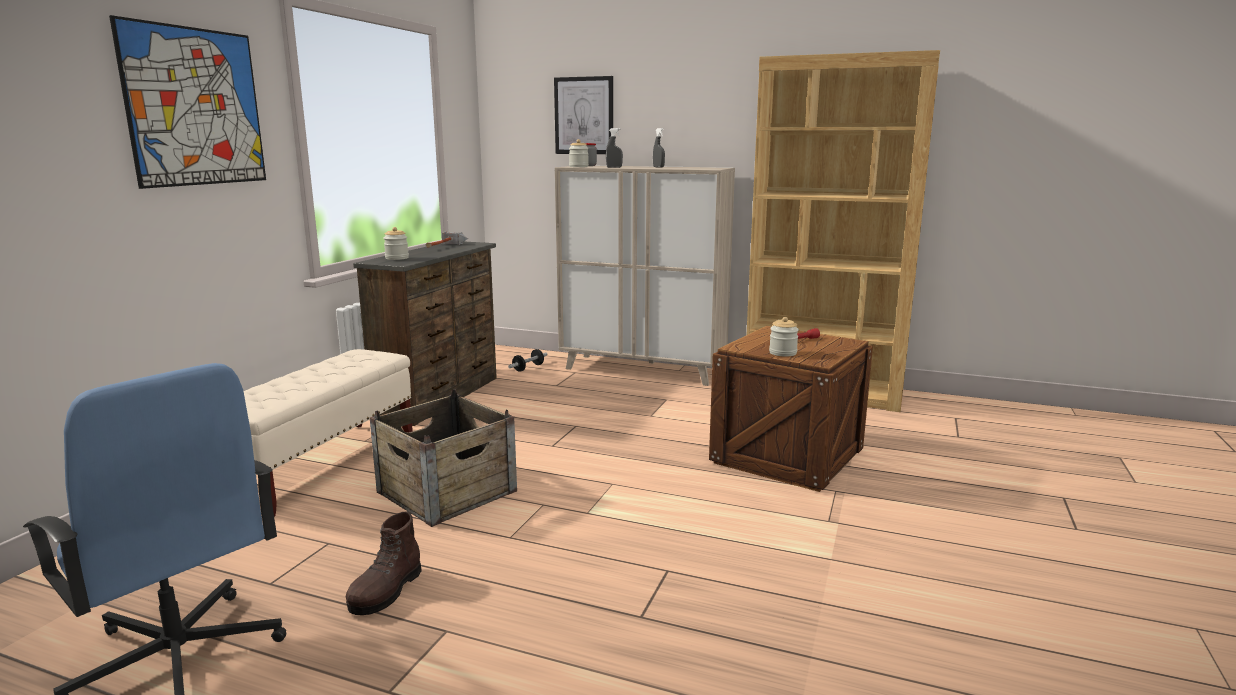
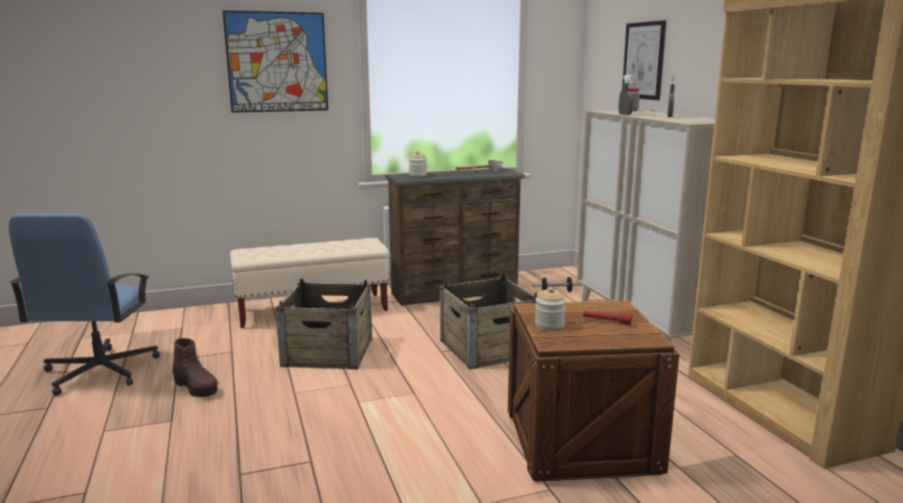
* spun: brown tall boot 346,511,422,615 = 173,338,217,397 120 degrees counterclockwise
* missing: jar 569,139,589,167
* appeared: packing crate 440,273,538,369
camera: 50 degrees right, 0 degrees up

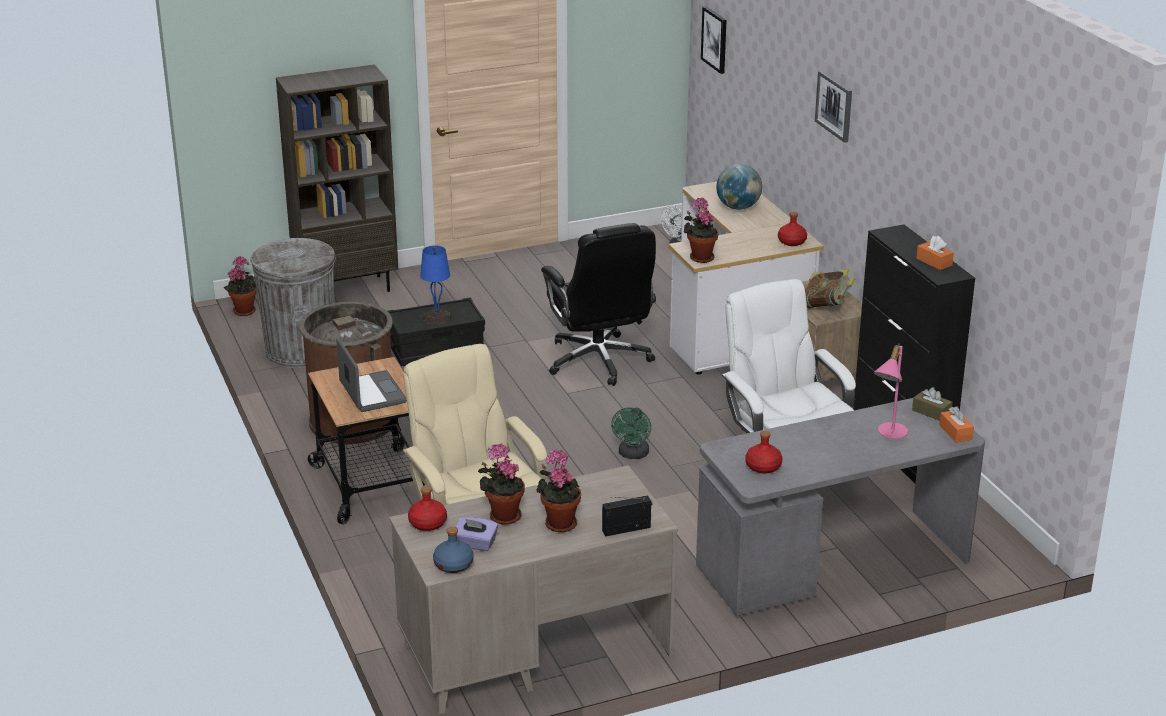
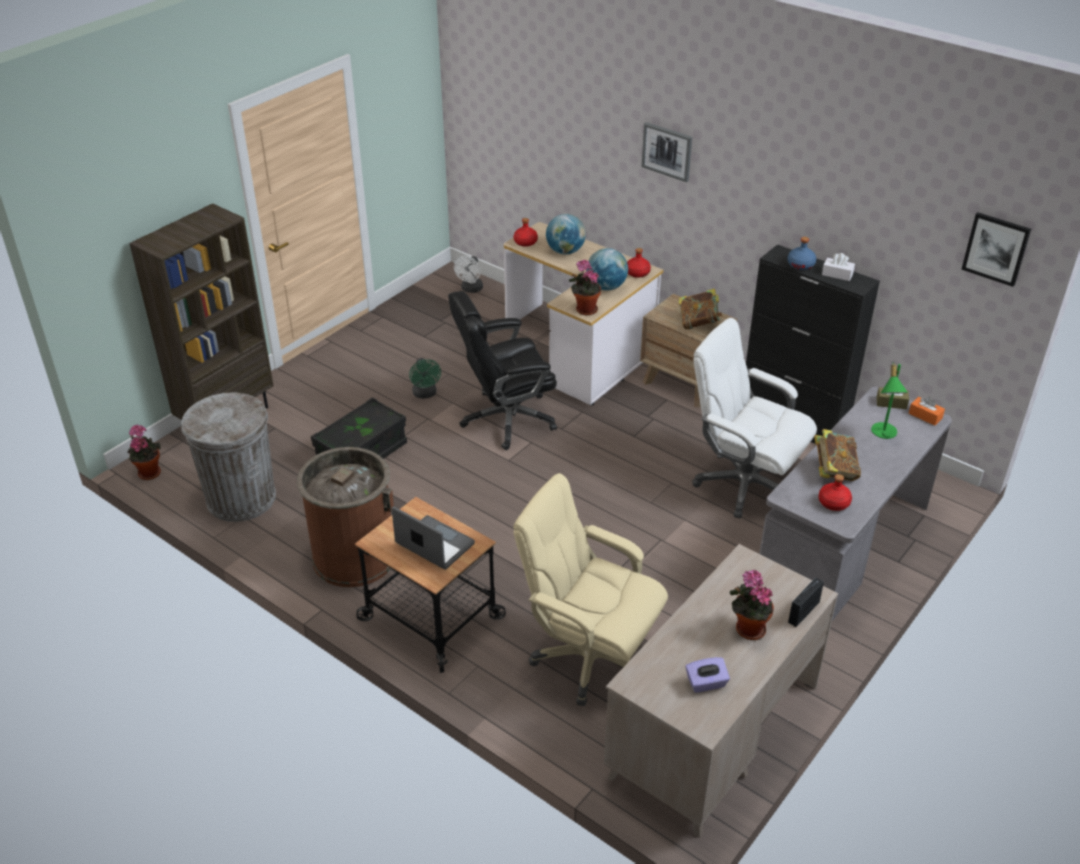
* relocated: red drink bottle 408,486,447,531 to 514,218,538,247
* missing: bluish lamp for a table 420,246,451,324
* relocated: bluish drink bottle 433,527,473,573 to 787,237,816,270
* missing: houseplant 478,444,525,525
* spun: black office chair 541,223,656,386 = 448,291,557,450 120 degrees clockwise
* relocated: green-coloured cooling fan 611,407,651,459 to 409,358,441,399
* relocated: picture 701,6,726,74 to 961,212,1031,287
* colour: pink-coloured lamp for a table 873,344,908,439 to green-coloured lamp for a table 871,362,908,439
* colour: orange-coloured box of tissues 916,236,954,270 to whitish box of tissues 822,253,855,281
* appeared: world globe 586,248,628,291
* appeared: volume 814,429,861,481
camera: 30 degrees left, 10 degrees up

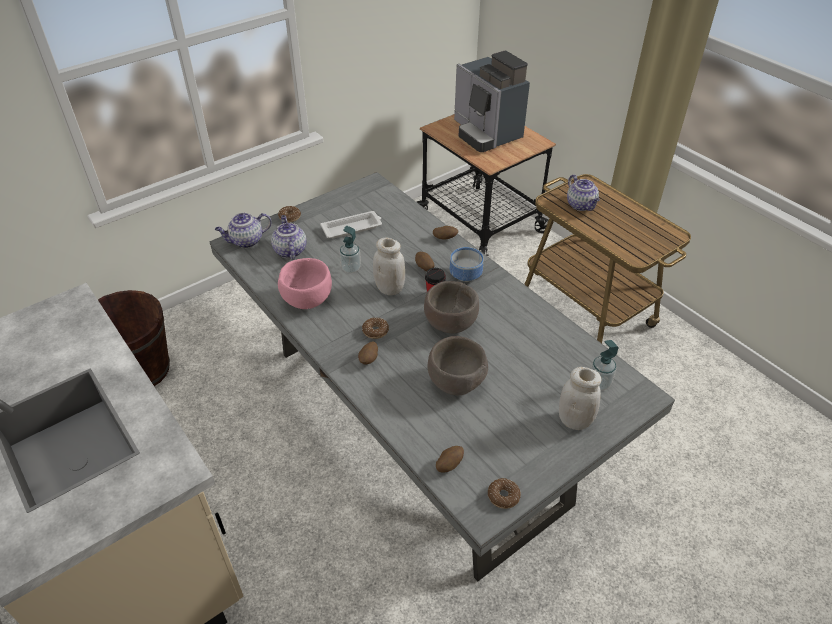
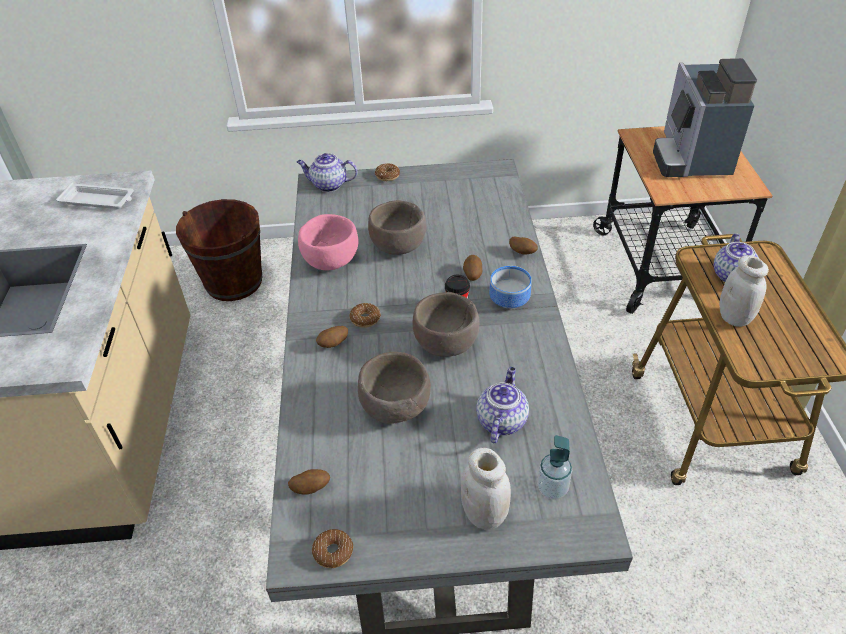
* relocated: pot for tea 271,215,307,260 to 476,367,529,443
* relocated: whitish tray 320,211,382,238 to 56,183,134,209
* exchanged: soap dispenser 339,226,361,273 to brown bowl 368,200,426,255
* relocated: whitish jar 373,237,405,295 to 719,255,769,327
camera: 35 degrees right, 0 degrees up

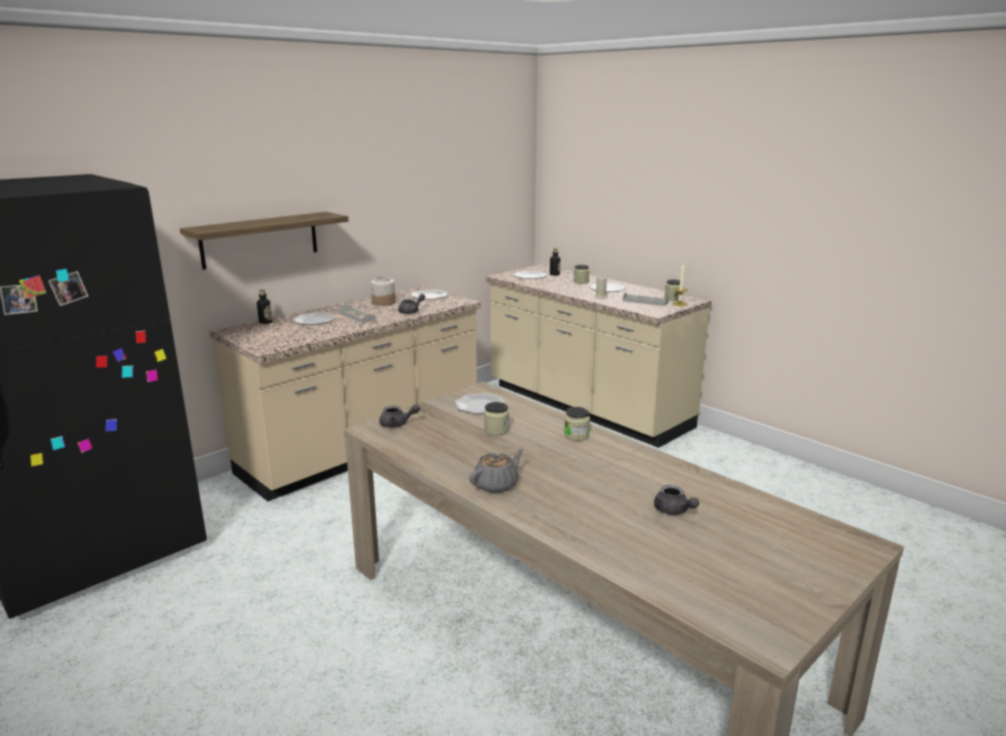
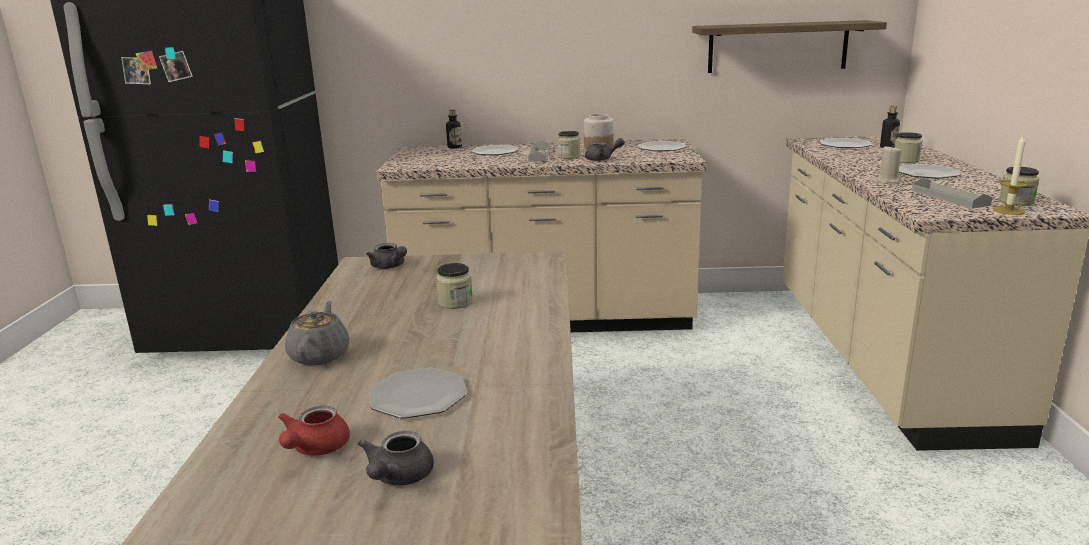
* relocated: wall shelf 180,212,348,270 to 692,20,887,73
* relocated: plate 455,393,505,414 to 369,368,467,419
* spun: gray pot for tea 469,448,524,493 = 285,301,349,366 90 degrees counterclockwise
* relocated: jar 564,407,590,441 to 557,131,580,159
* appeared: red pot for tea 278,406,350,456
camera: 45 degrees right, 0 degrees up

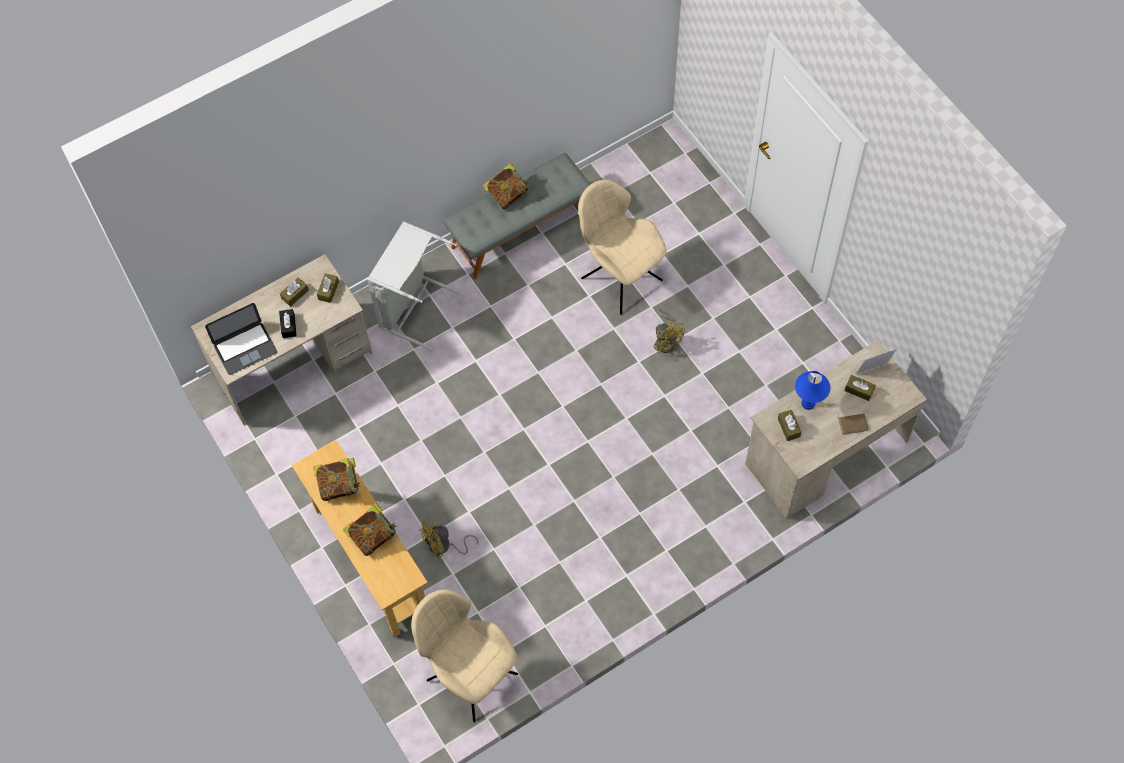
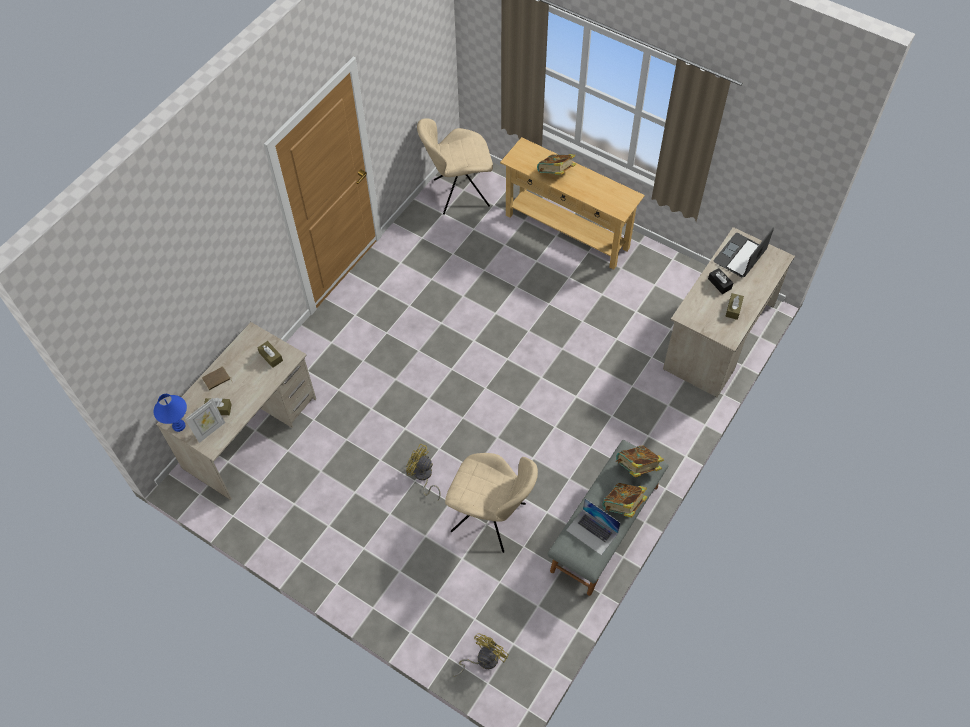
* relocated: volume 313,458,361,501 to 616,446,664,477
* missing: brown box of tissues 317,273,339,303
* missing: gray hamper 367,221,464,350
* spun: beige-coloured plain chair 411,589,518,722 = 417,118,493,215 150 degrees clockwise
* relocated: yellow cooling fan 419,520,479,557 to 452,633,509,676
* relocated: bluish lamp for a table 795,371,830,410 to 153,394,187,432
* appeared: portable computer 566,498,621,555
camera: 155 degrees right, 5 degrees down

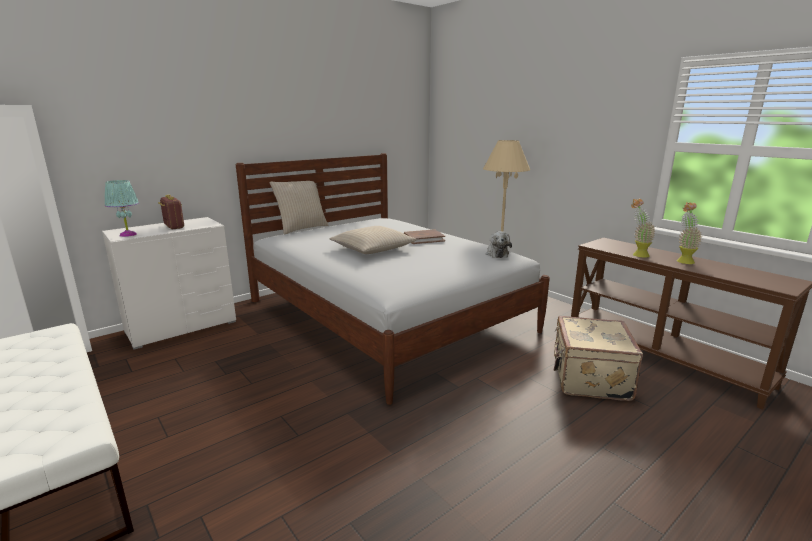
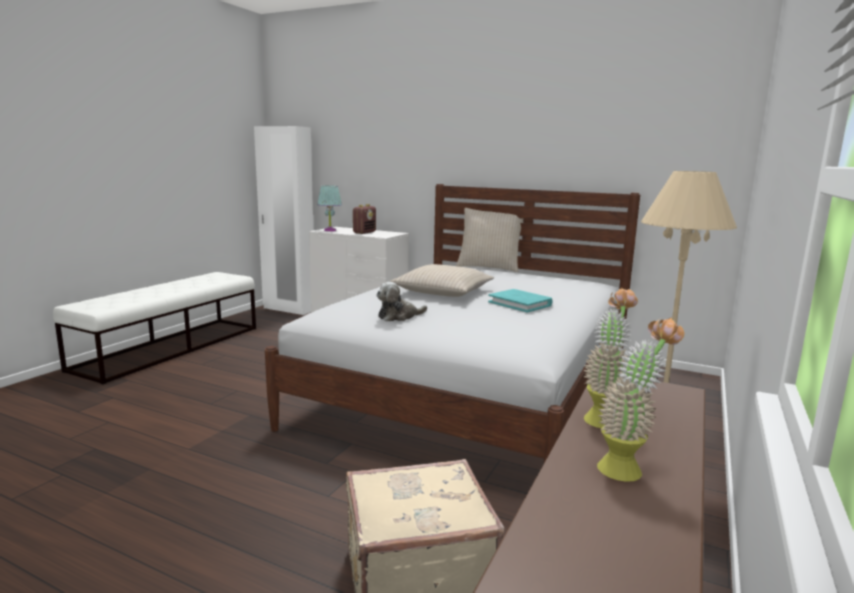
* colour: brown volume 404,229,445,244 to turquoise-coloured volume 488,289,552,312
* relocated: cuddly toy 486,231,512,258 to 376,282,427,322
camera: 65 degrees right, 5 degrees down

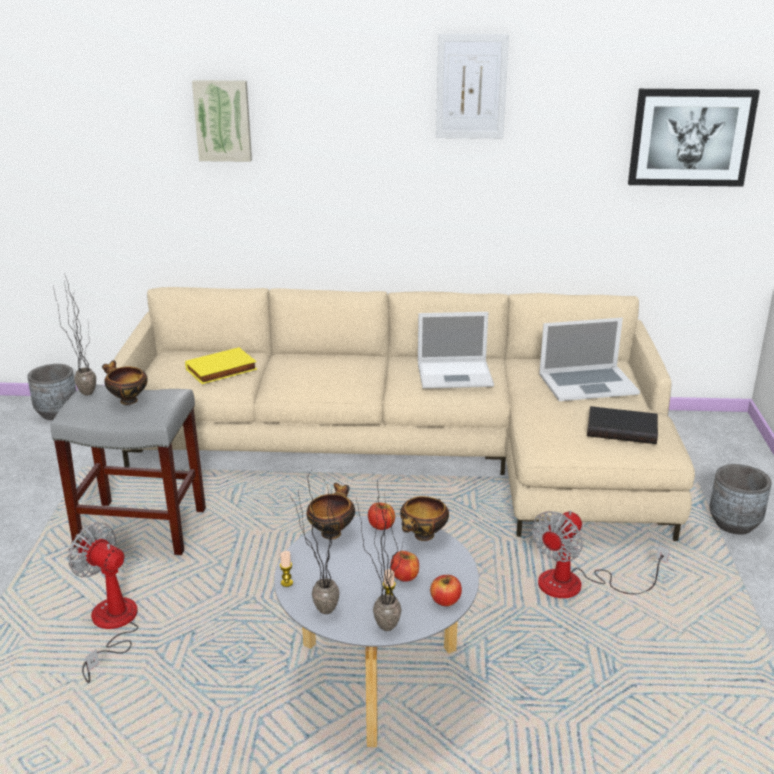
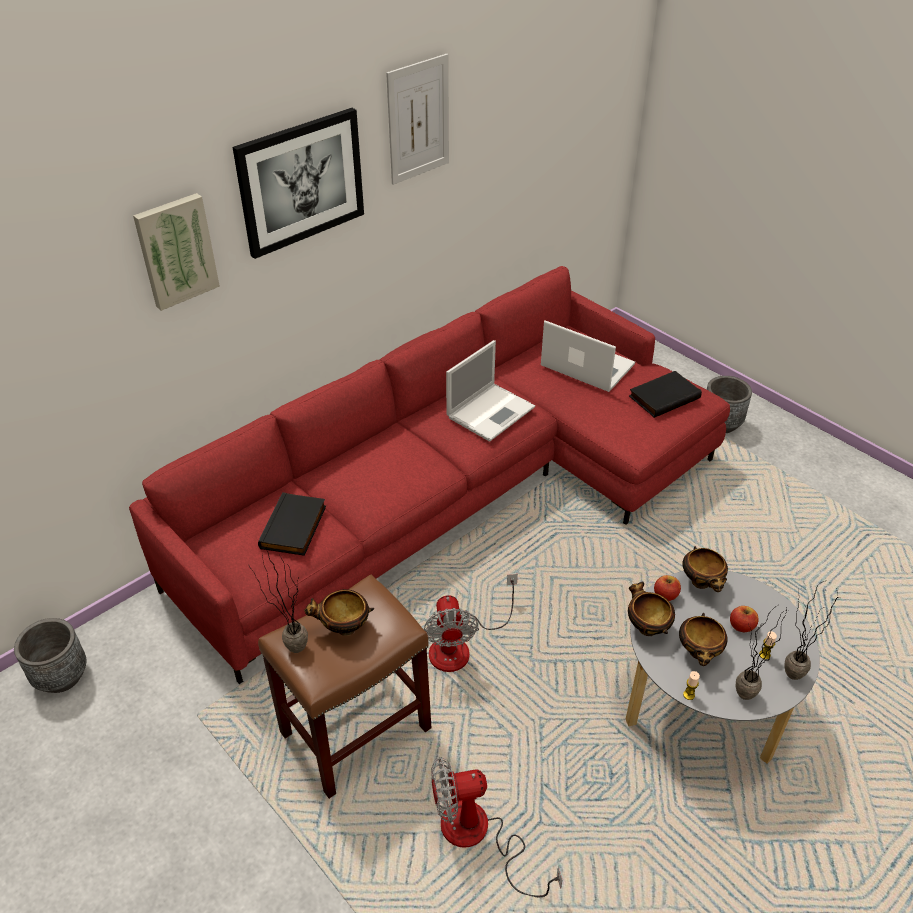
* colour: gray stool 50,384,206,556 to brown stool 258,574,431,799
* colour: beige-coloured sofa 114,287,695,541 to red sofa 129,266,730,684
* colour: yellow volume 185,347,257,384 to black volume 258,492,326,556
* missing: apple 430,574,462,606
* relocated: cooling fan 532,510,670,598 to 424,574,518,672
* spun: portable computer 539,318,640,401 = 541,320,635,392 90 degrees counterclockwise
* relocated: picture 628,89,760,187 to 233,108,364,259
* appeared: bowl 679,613,728,666
camera: 45 degrees left, 15 degrees up

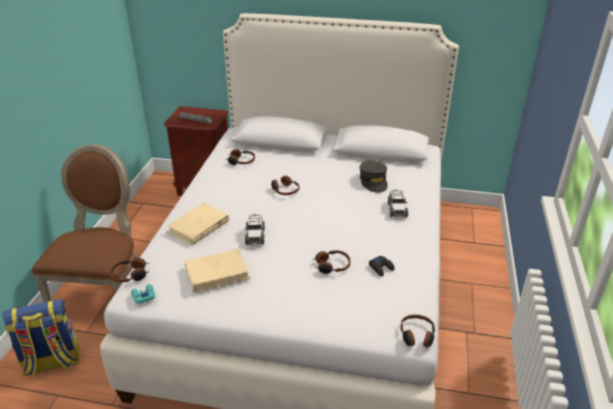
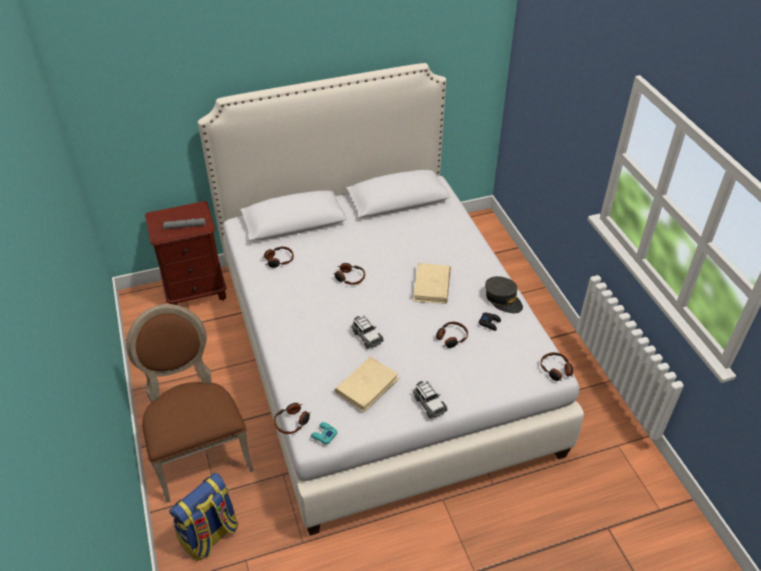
* relocated: beige-coloured volume 167,203,229,245 to 413,263,451,304
* relocated: gray cap 359,160,388,193 to 485,276,523,313
* relocated: toy car 388,190,408,217 to 413,381,447,418
camera: 30 degrees left, 10 degrees up

